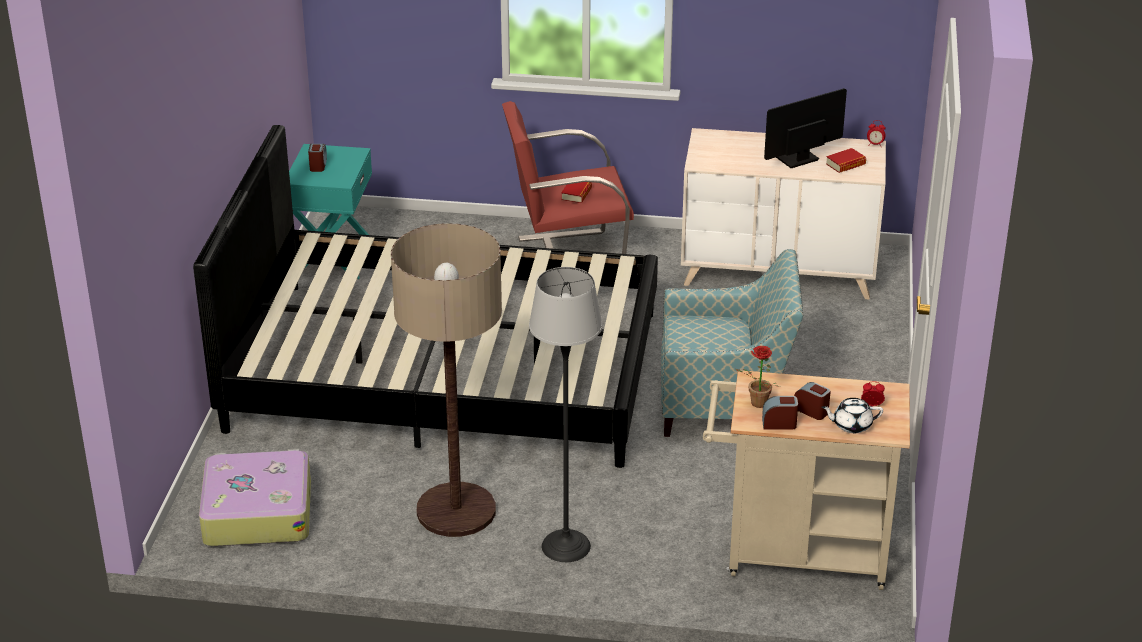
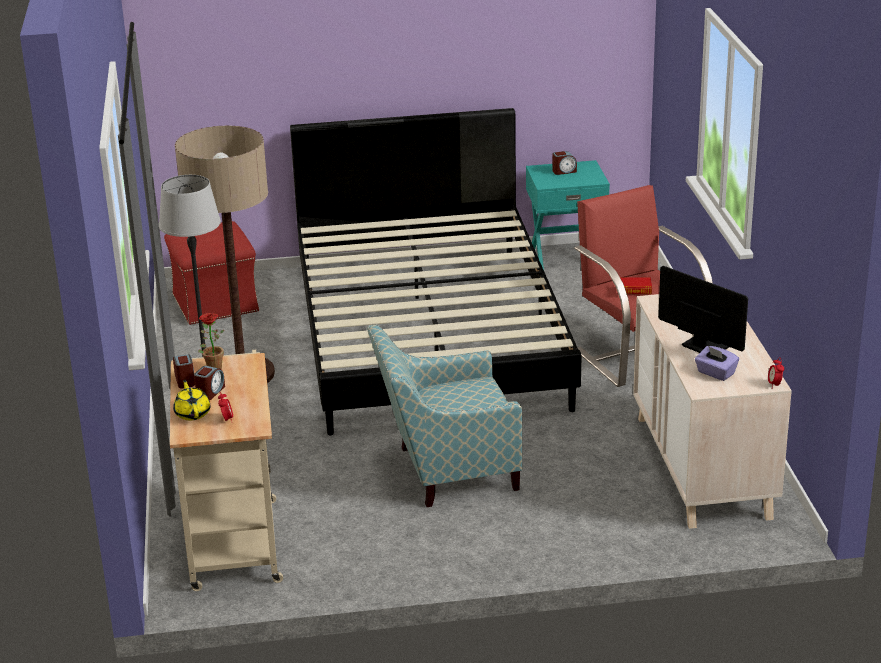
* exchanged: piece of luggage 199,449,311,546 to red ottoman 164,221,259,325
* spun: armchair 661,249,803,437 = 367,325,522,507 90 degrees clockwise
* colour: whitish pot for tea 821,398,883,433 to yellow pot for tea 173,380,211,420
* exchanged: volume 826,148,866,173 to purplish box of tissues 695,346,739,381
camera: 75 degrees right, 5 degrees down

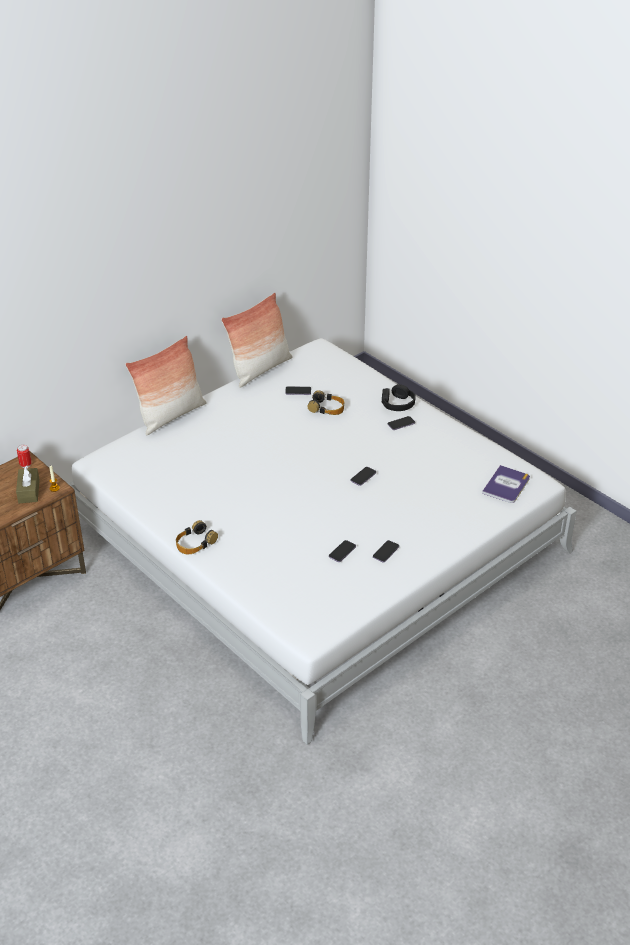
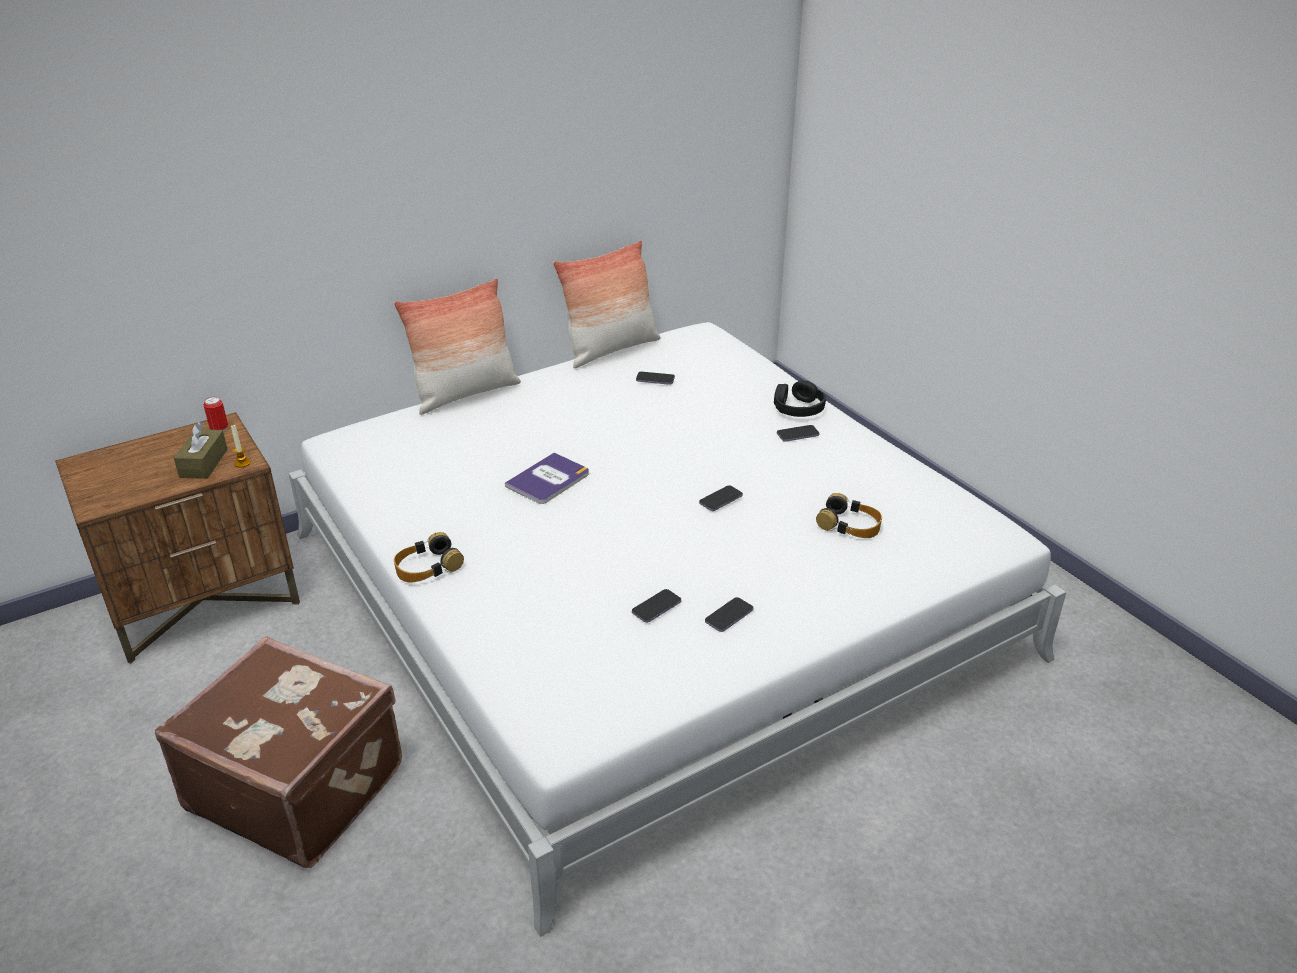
* relocated: headset 307,390,344,415 to 816,493,882,538
* relocated: volume 482,465,530,503 to 505,452,589,504
* appeared: brown piece of luggage 155,636,402,868
camera: 10 degrees right, 5 degrees down

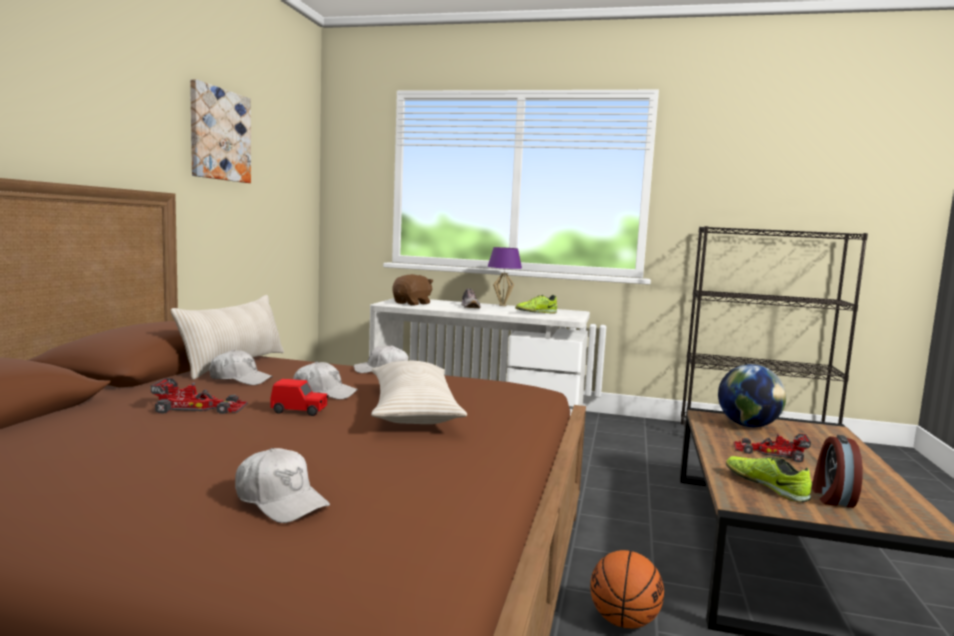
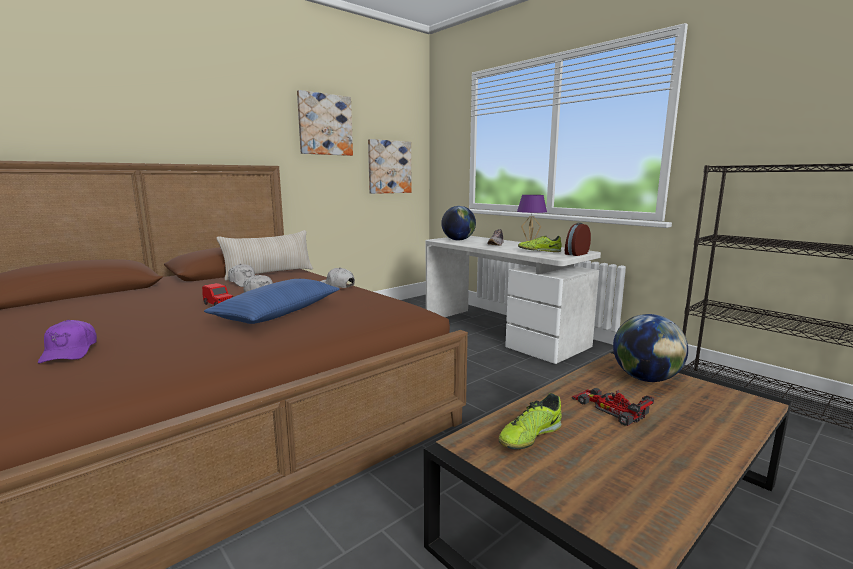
* missing: toy car 151,378,248,414
* colour: whitish cap 235,448,330,523 to purplish cap 38,320,97,363
* colour: beige-coloured pillow 371,361,467,424 to bluish pillow 204,279,340,324
* exchanged: brown cuddly toy 392,274,433,306 to world globe 441,206,476,241
* missing: basketball 590,550,664,629
* spun: shoe 726,456,812,502 = 499,393,561,449 135 degrees counterclockwise
* relocated: table clock 812,435,863,508 to 565,222,591,256
* appeared: picture 368,139,412,194
camera: 35 degrees right, 5 degrees up

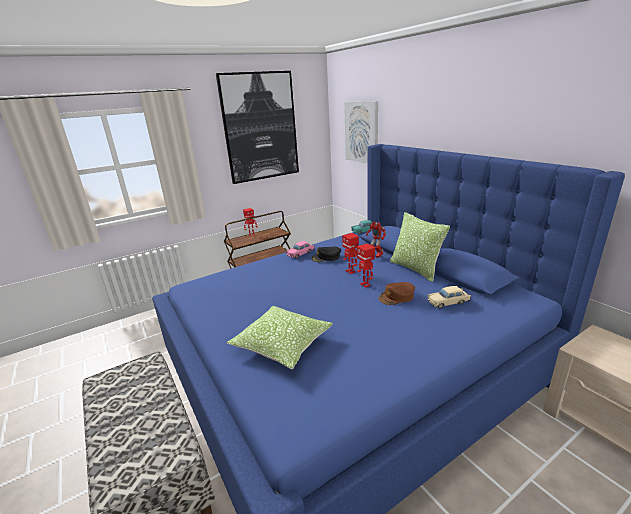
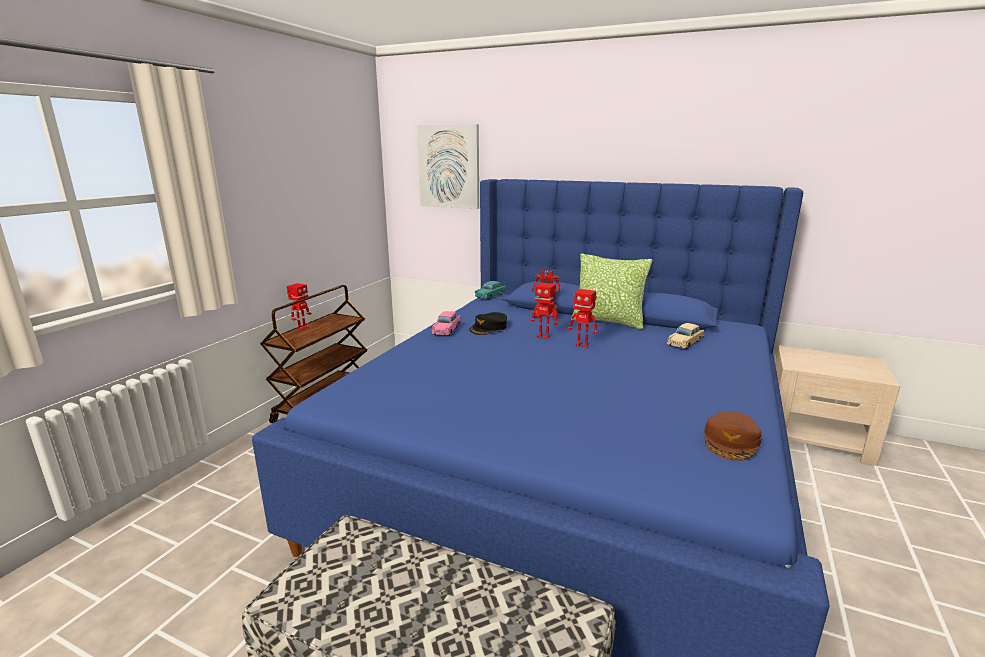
* missing: picture 216,71,299,184
* missing: pillow 227,306,333,369
* relocated: brown cap 379,282,415,305 to 704,411,762,461
camera: 35 degrees left, 5 degrees down

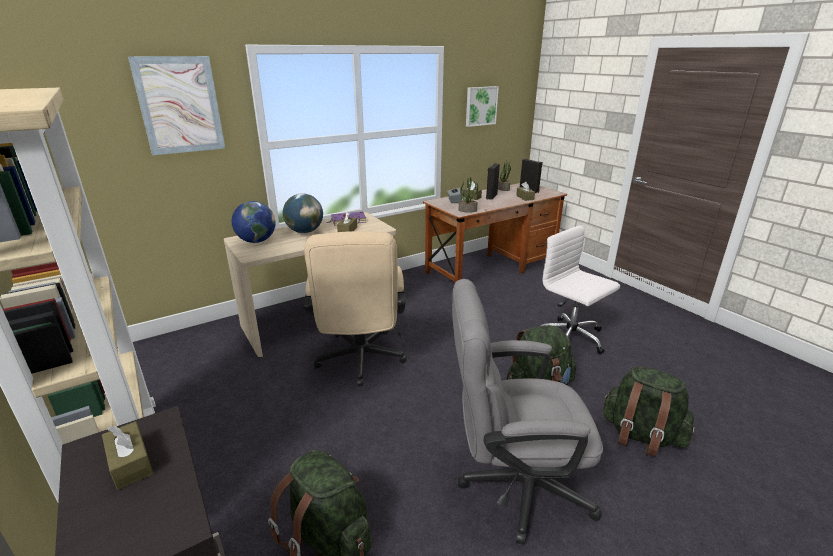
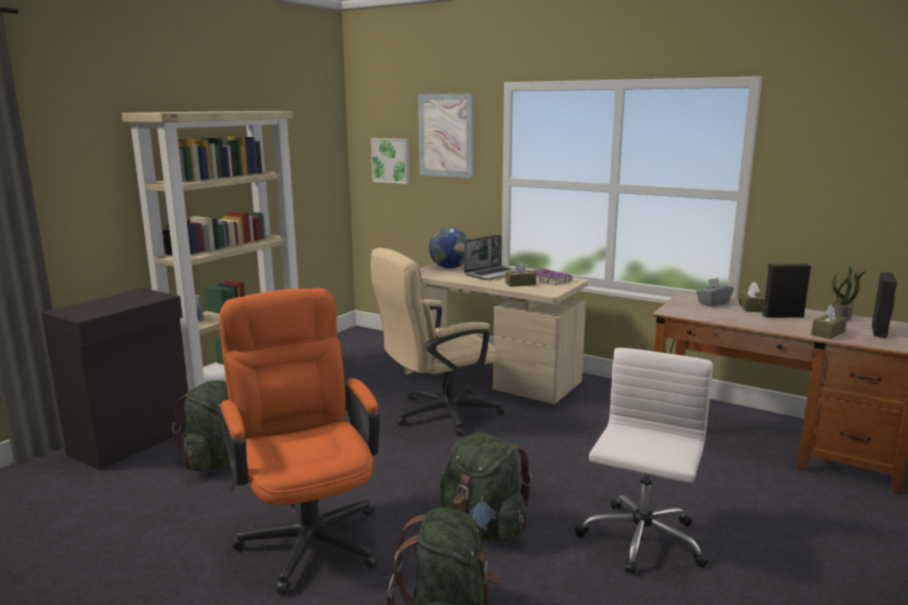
* missing: brown box of tissues 102,421,153,490
* exchanged: world globe 283,194,323,233 to portable computer 464,235,516,280
* colour: gray office chair 452,279,603,545 to orange-coloured office chair 218,288,380,594
* missing: houseplant 459,177,478,212
* relocated: picture 466,86,499,127 to 371,138,410,184
camera: 65 degrees right, 10 degrees down

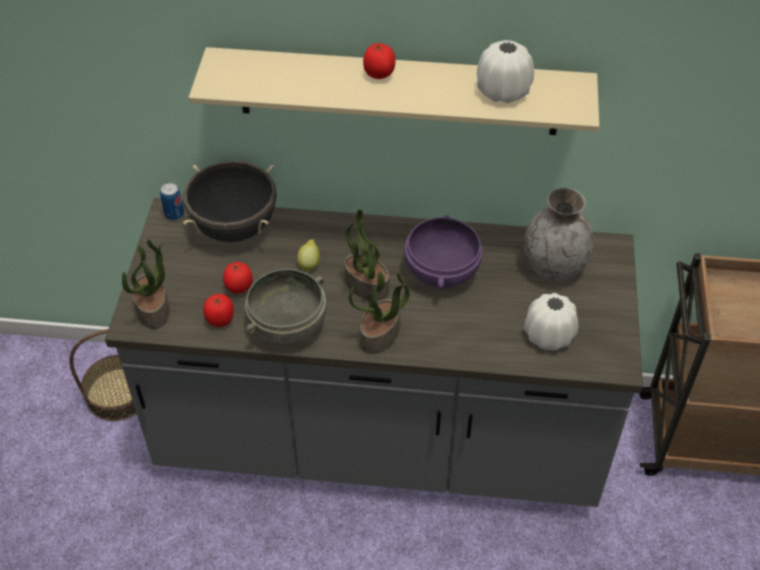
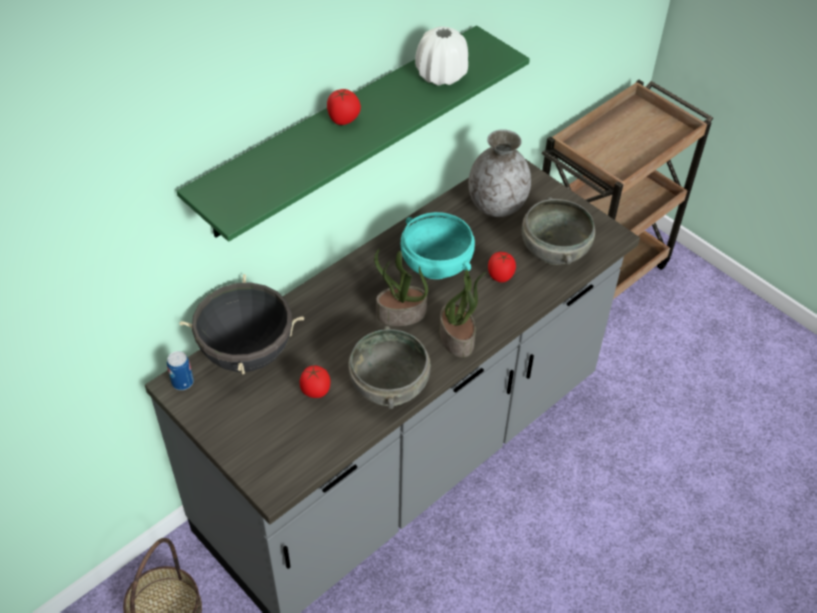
* missing: houseplant 122,239,170,329
* colour: beige-coloured wall shelf 189,47,599,135 to green-coloured wall shelf 177,26,530,242
* relocated: fresh tomato 203,294,234,327 to 488,252,516,282
* missing: lemon 297,239,320,272
* colour: purplish bowl 404,215,482,289 to turquoise-coloured bowl 401,212,475,279
* exchanged: whitish vase 524,293,578,350 to gray bowl 522,197,595,265
camera: 50 degrees left, 0 degrees up

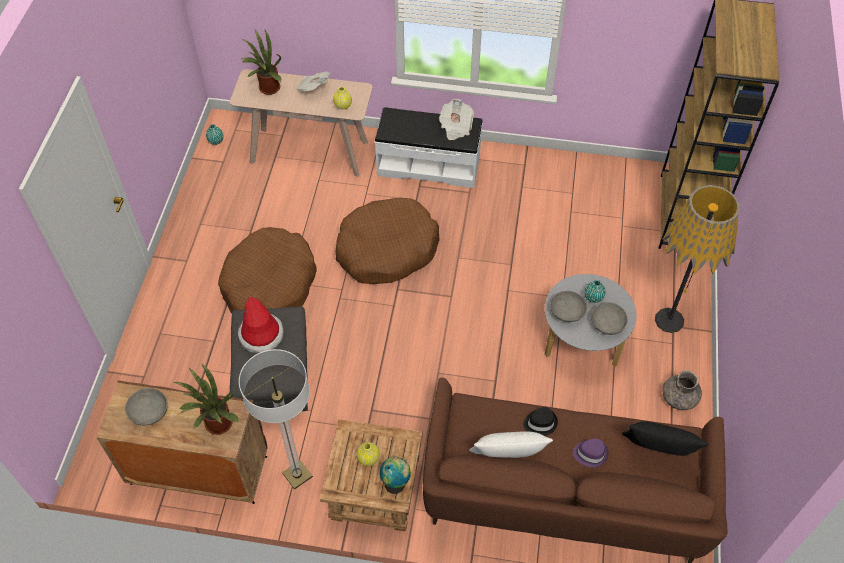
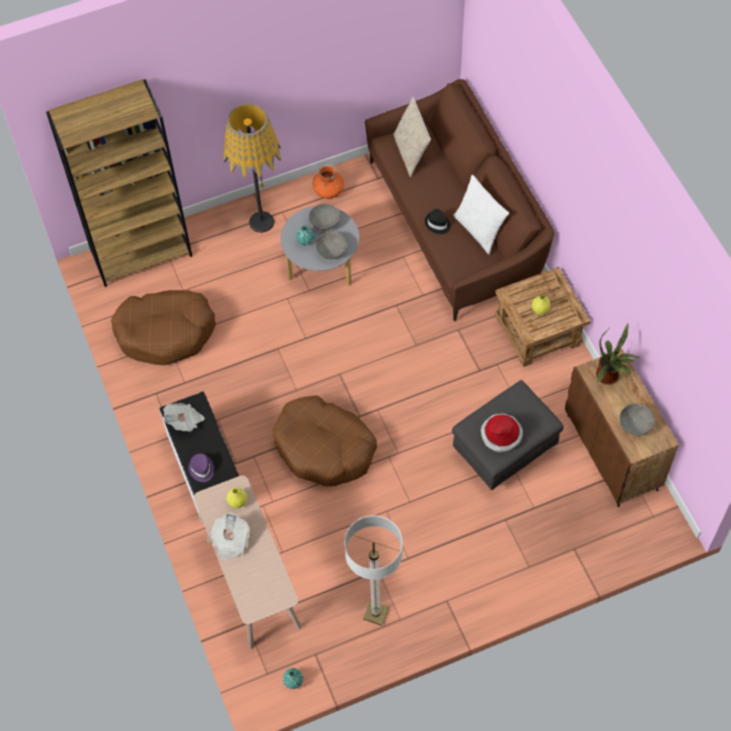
* relocated: brown dog cushion 218,227,317,313 to 111,290,216,365
* relocated: floor lamp 239,349,313,489 to 344,515,403,626
* missing: houseplant 241,30,281,95
* missing: world globe 380,457,411,494
* relocated: purplish wearable hat 573,439,608,467 to 188,454,214,482
* colour: black pillow 622,421,709,456 to beige-coloured pillow 393,97,431,177
* colour: gray vase 662,370,702,410 to orange-coloured vase 313,165,344,199
camera: 120 degrees left, 5 degrees up

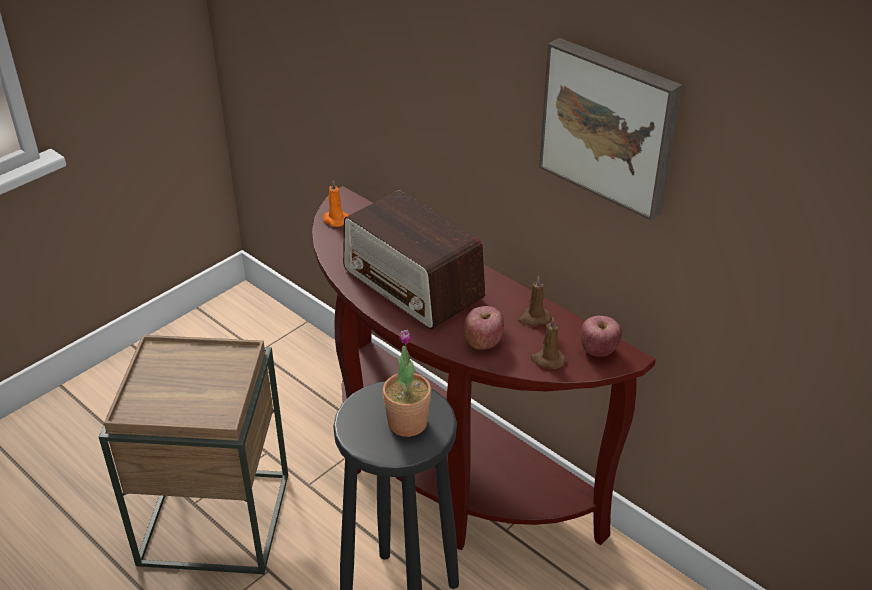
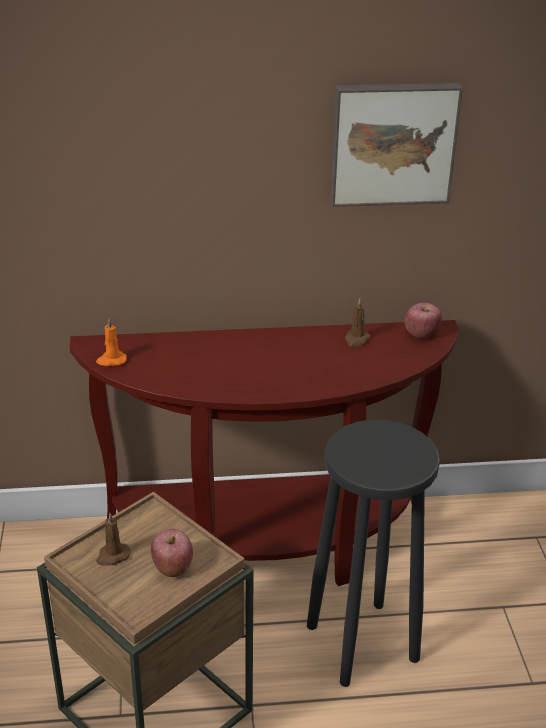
* missing: radio receiver 343,190,485,329
* missing: houseplant 382,329,431,437
* relocated: apple 464,306,504,350 to 151,529,193,577
* relocated: brown candle 530,317,565,369 to 96,513,131,566
camera: 50 degrees left, 5 degrees down

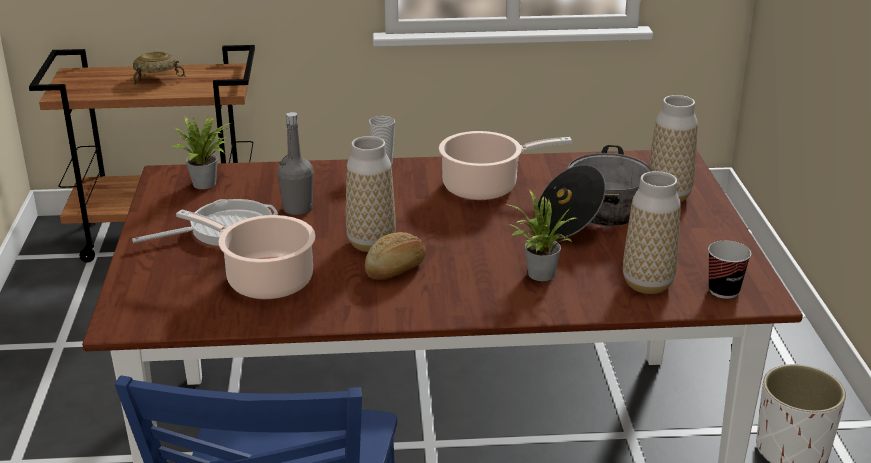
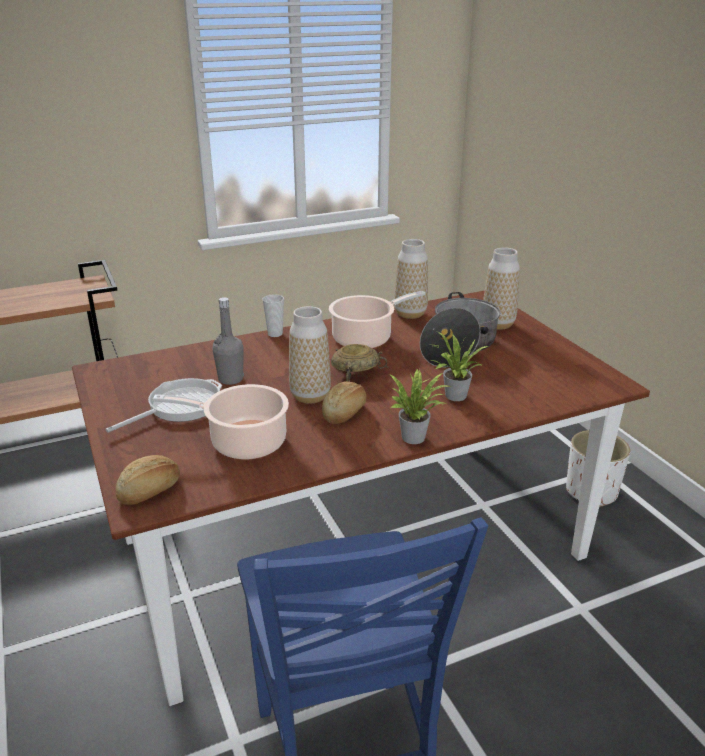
* relocated: beige-coloured bowl 133,52,186,85 to 331,344,388,382
* relocated: houseplant 171,115,231,189 to 389,369,450,444
* relocated: vase 623,171,681,294 to 394,239,428,319
* missing: drinking cup 708,241,751,299
* appeared: bread 115,455,180,505
camera: 20 degrees left, 0 degrees up

